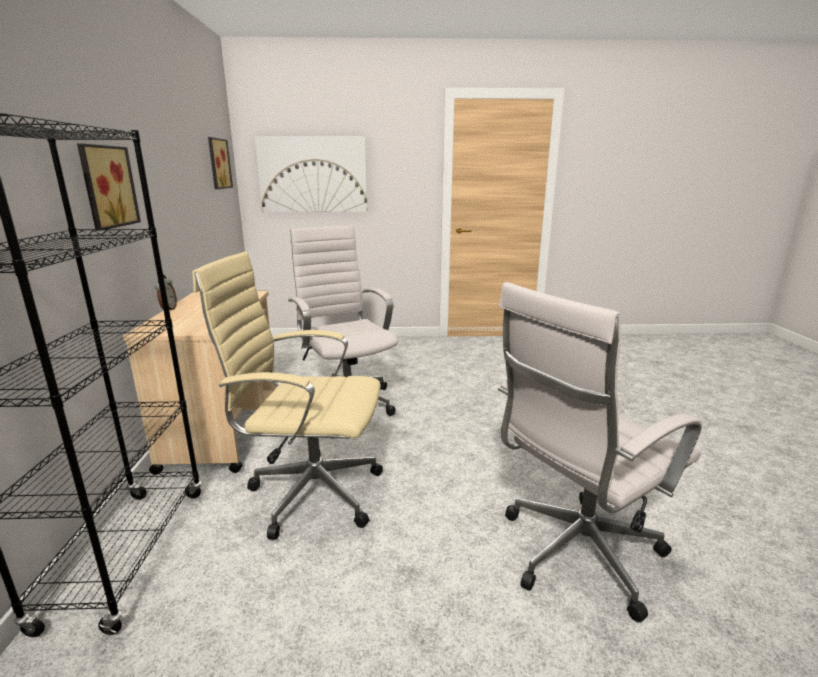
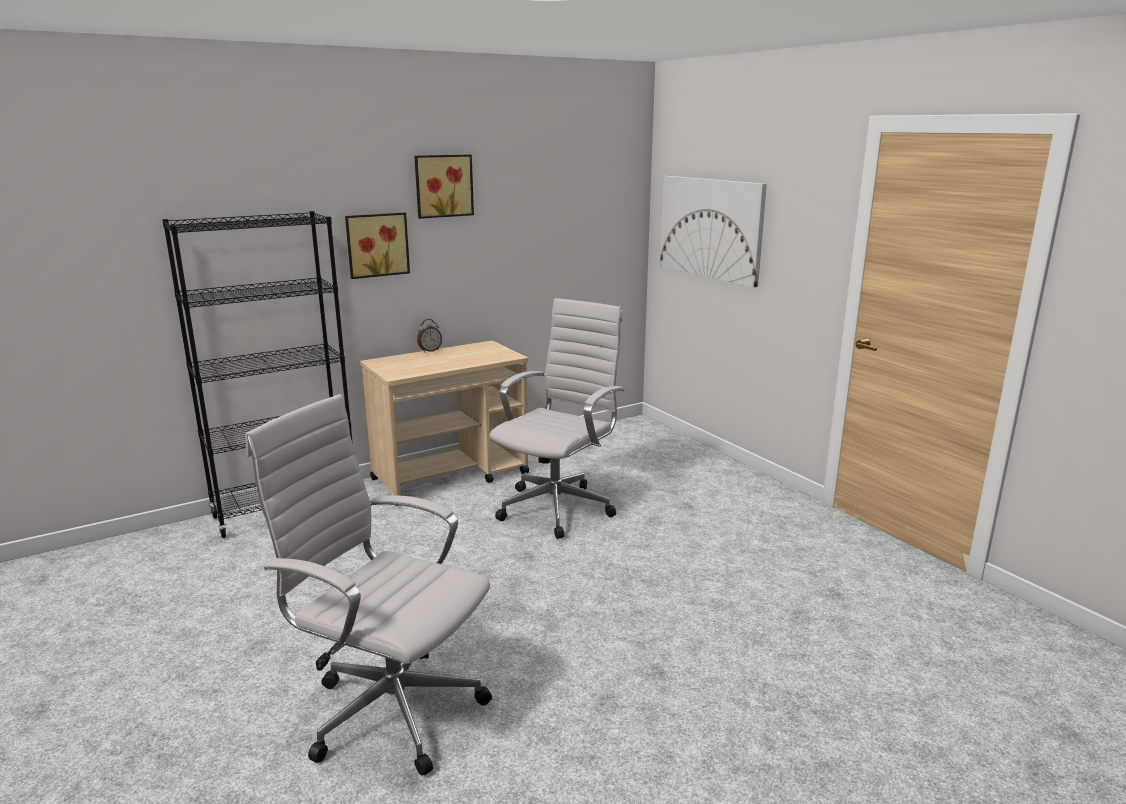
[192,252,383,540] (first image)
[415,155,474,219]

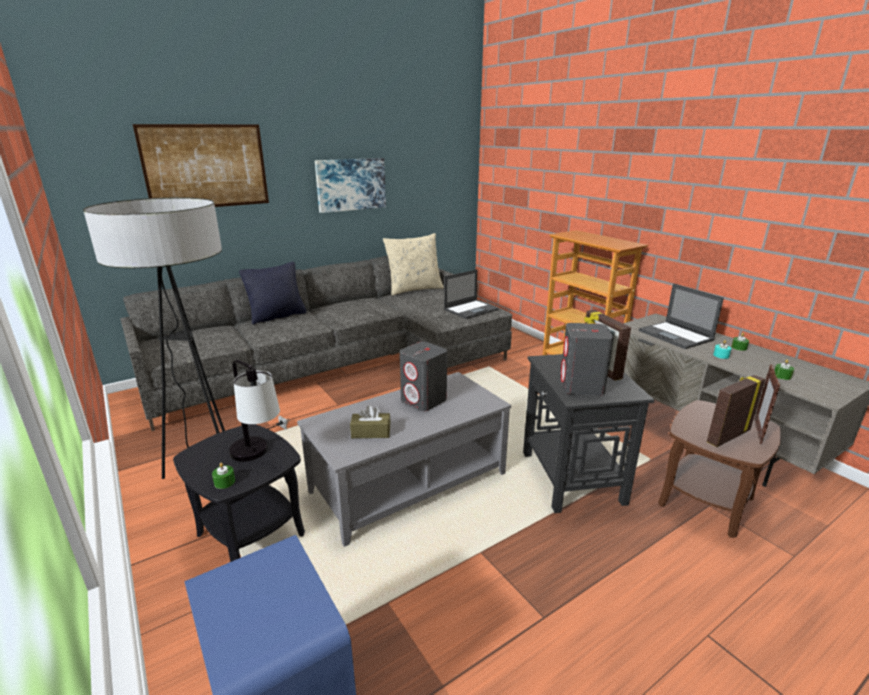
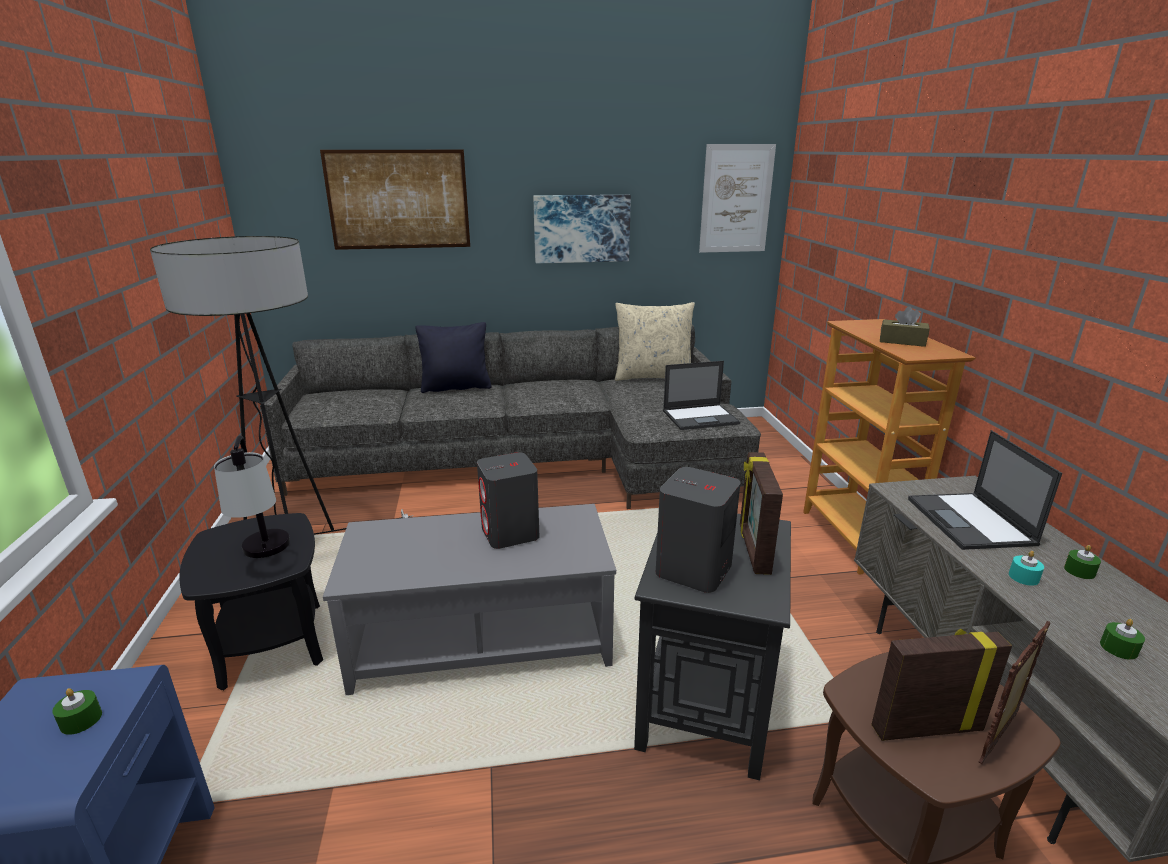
[699,144,776,253]
[52,688,102,735]
[880,306,930,347]

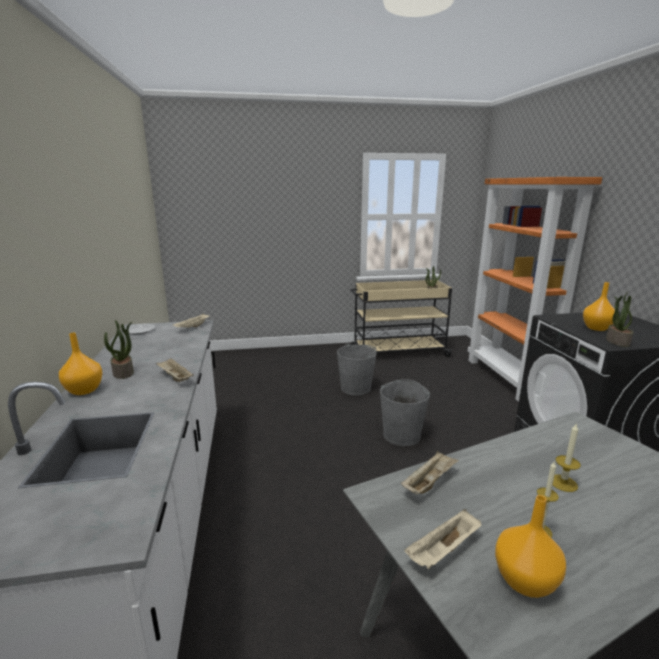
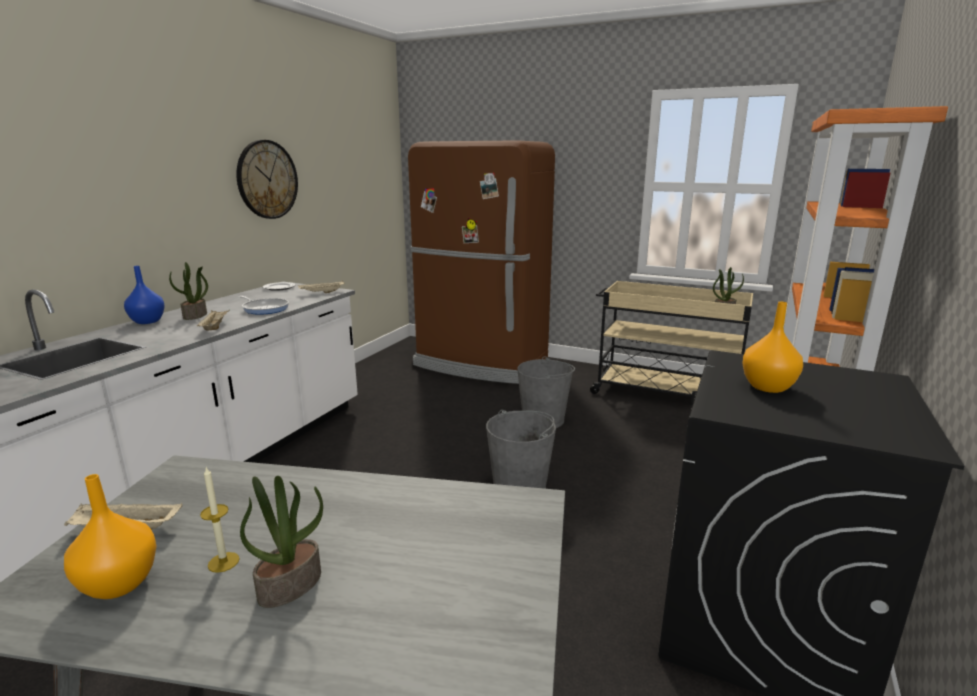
[401,451,459,495] (first image)
[553,423,581,492] (first image)
[236,140,298,219]
[239,296,289,315]
[408,140,555,384]
[240,476,323,608]
[124,266,165,324]

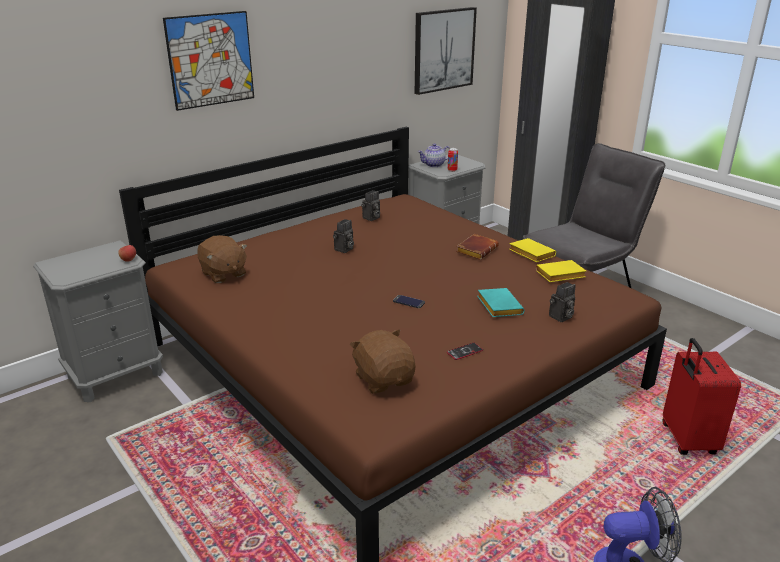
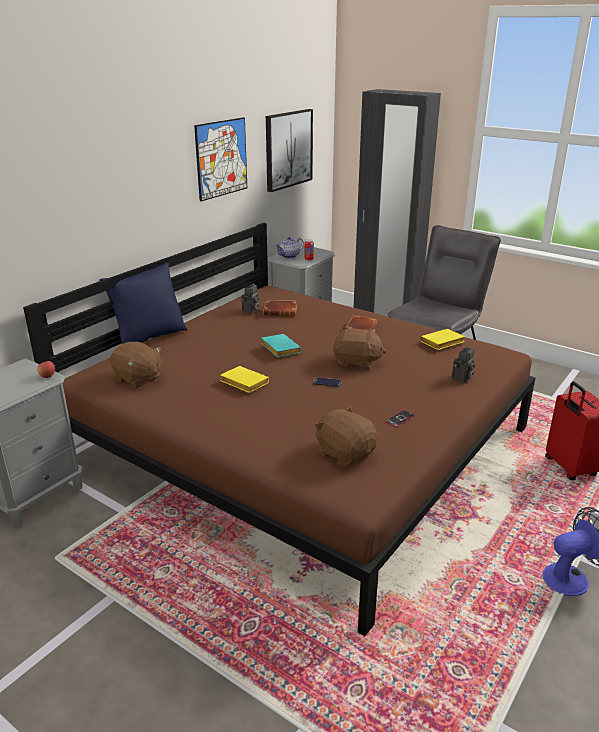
[333,219,354,253] (first image)
[100,263,188,344]
[264,300,297,316]
[333,328,386,371]
[194,117,247,201]
[261,334,302,357]
[220,366,269,393]

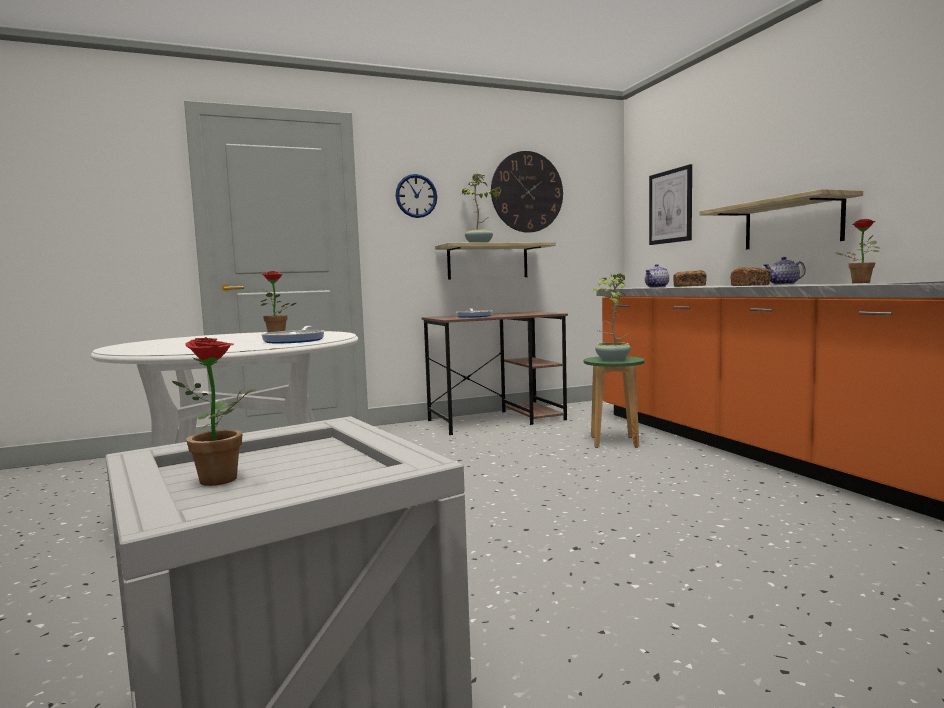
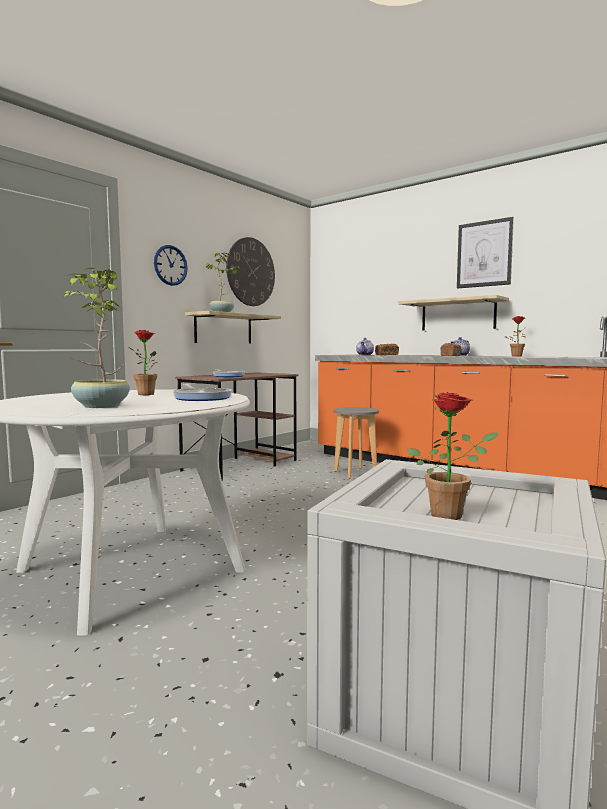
[63,268,130,408]
[457,217,514,288]
[333,407,379,478]

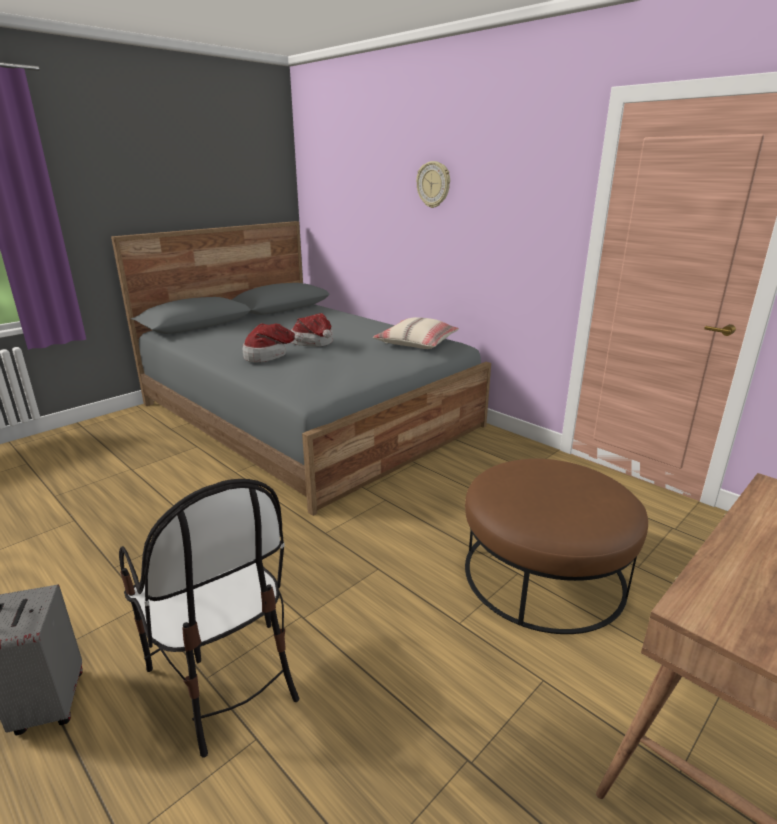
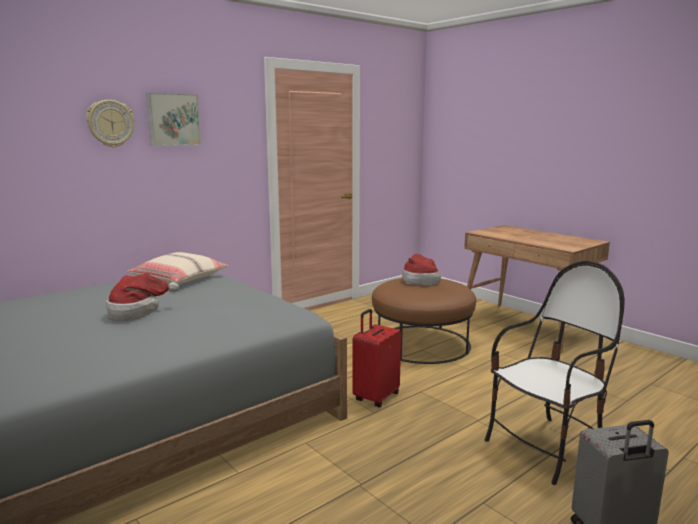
[146,93,201,146]
[352,309,401,407]
[402,254,441,286]

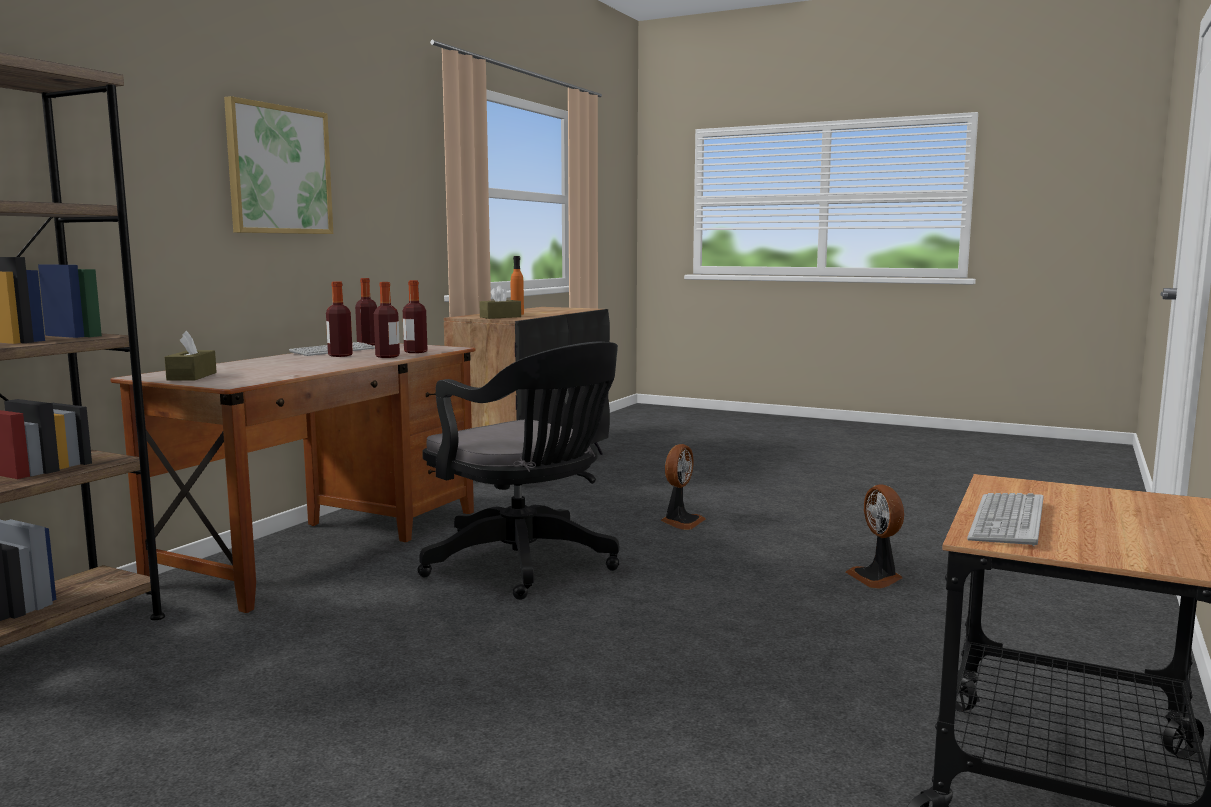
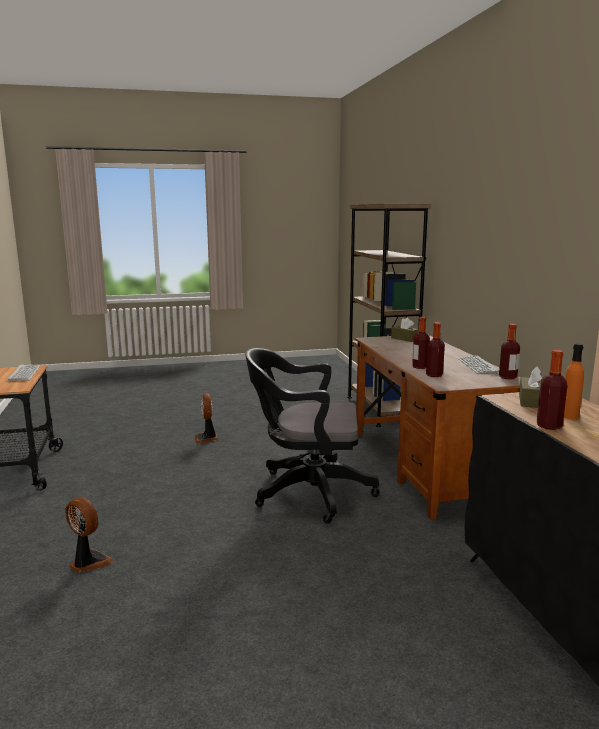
[224,96,333,234] (first image)
[537,350,568,430]
[195,393,218,444]

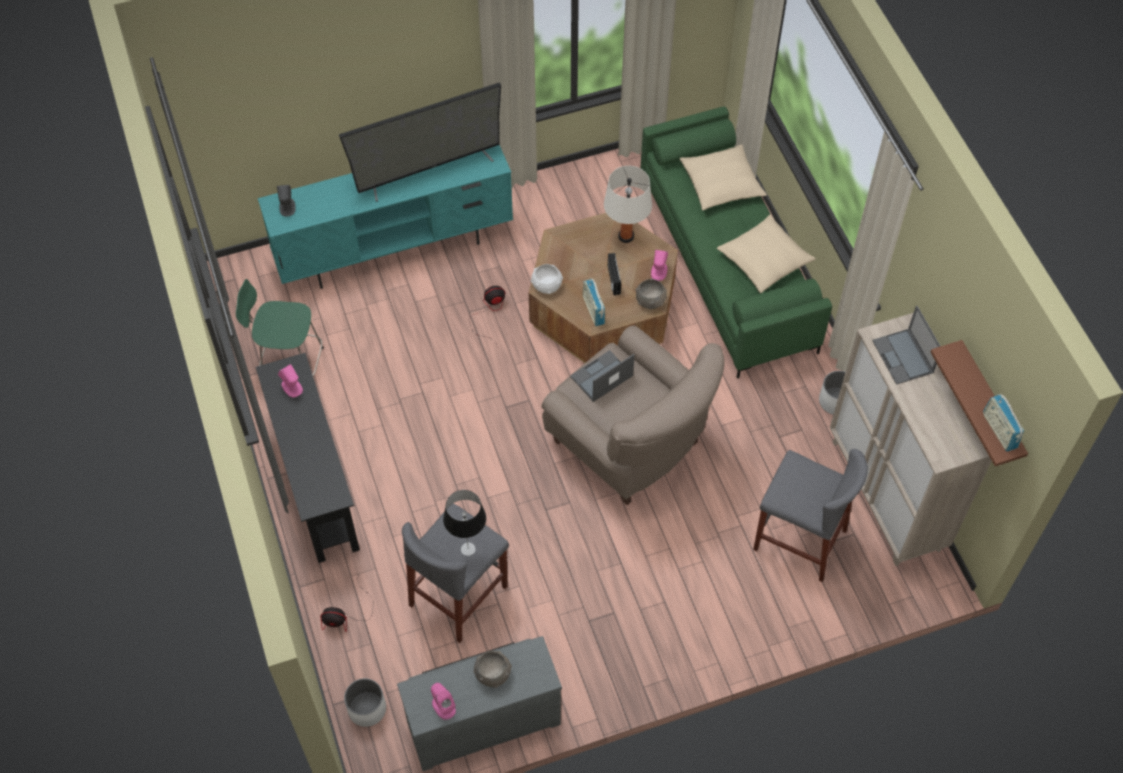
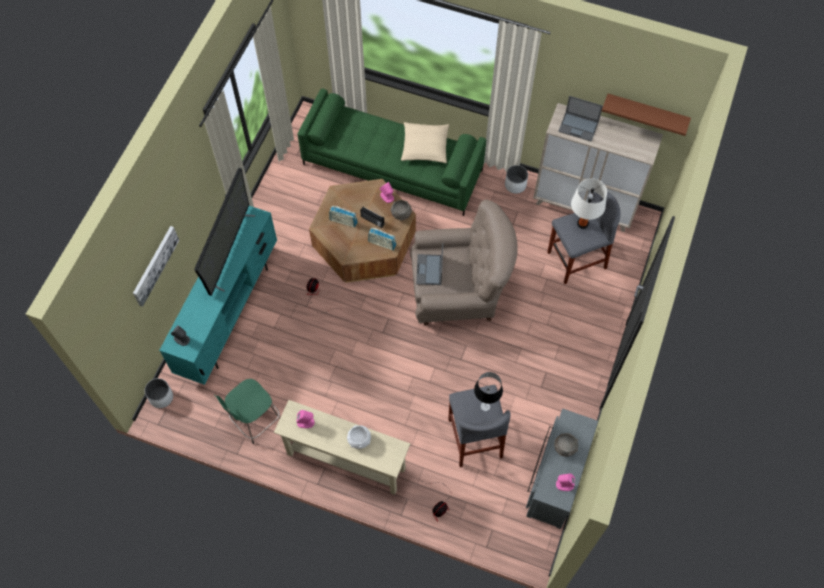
[680,144,767,210] (first image)
[133,226,179,307]
[144,378,173,408]
[347,425,371,449]
[571,178,607,229]
[329,206,358,227]
[274,400,410,495]

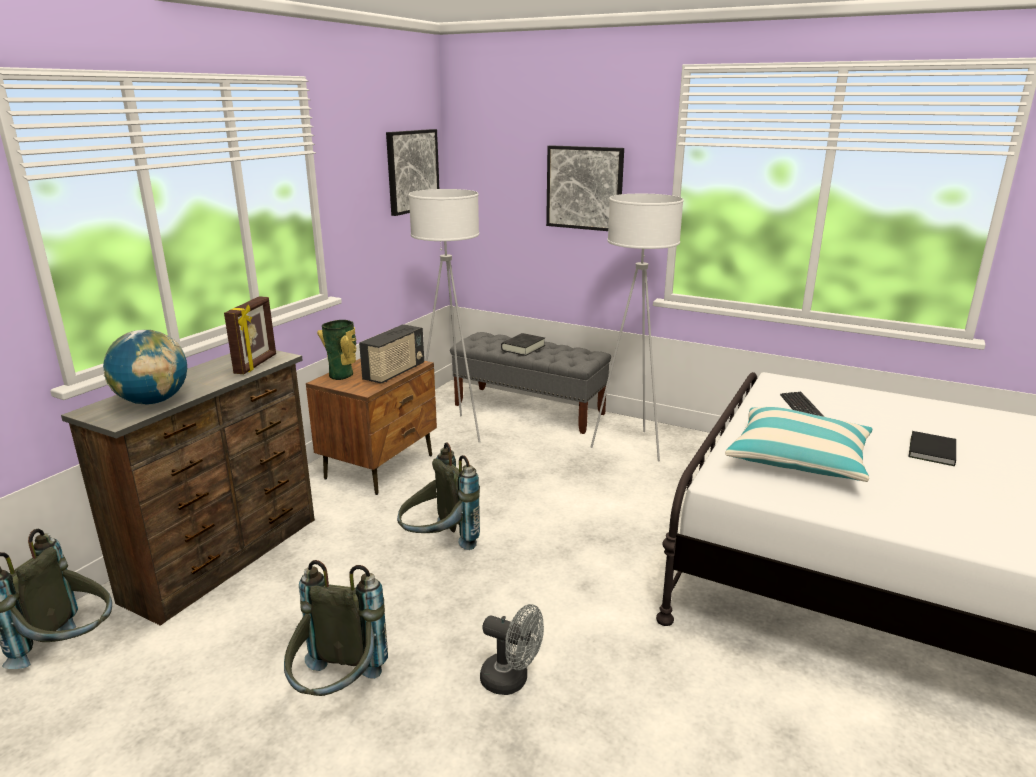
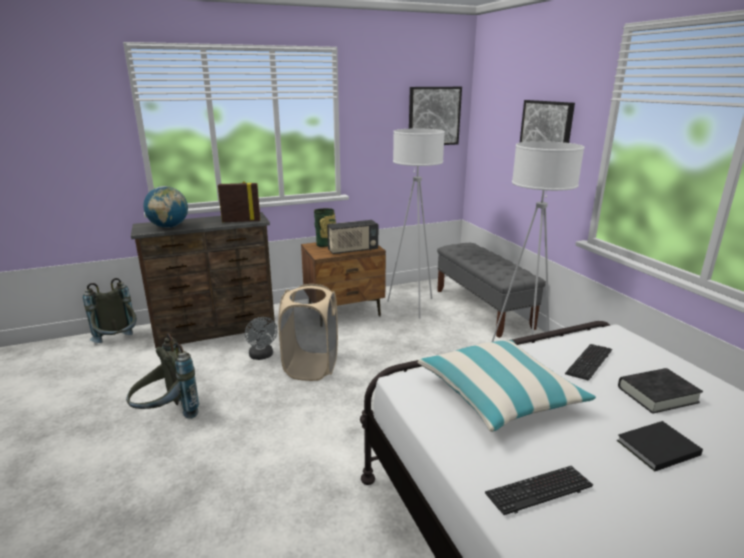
[485,466,593,515]
[245,317,278,360]
[618,368,703,414]
[278,284,338,381]
[218,181,260,222]

